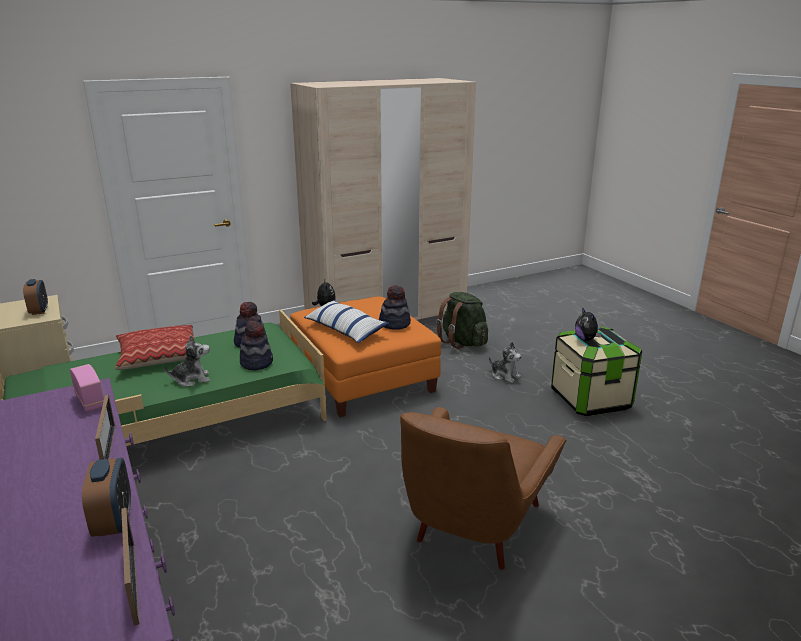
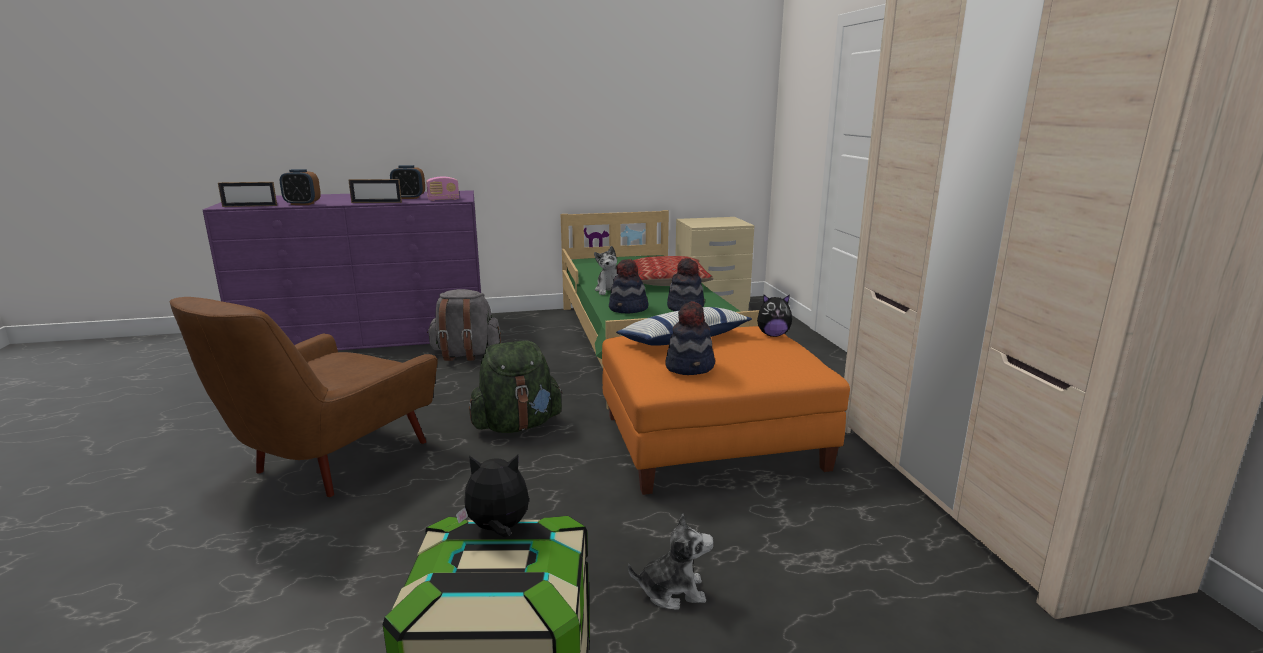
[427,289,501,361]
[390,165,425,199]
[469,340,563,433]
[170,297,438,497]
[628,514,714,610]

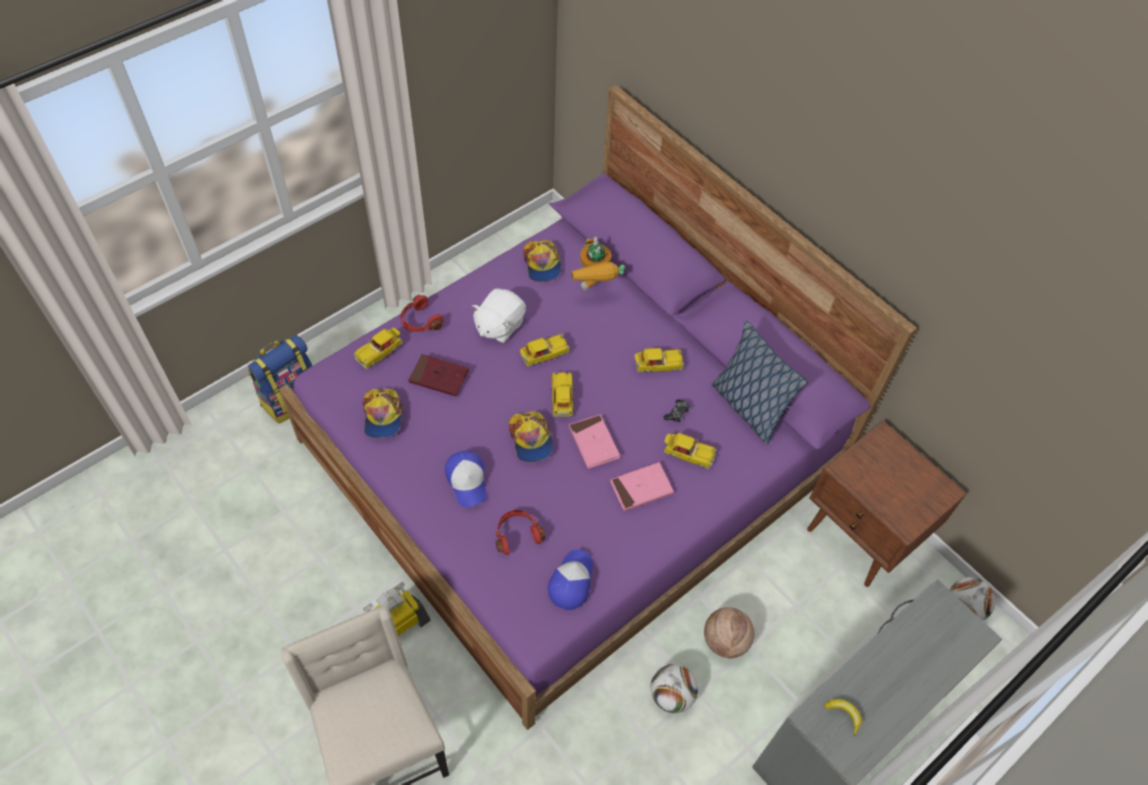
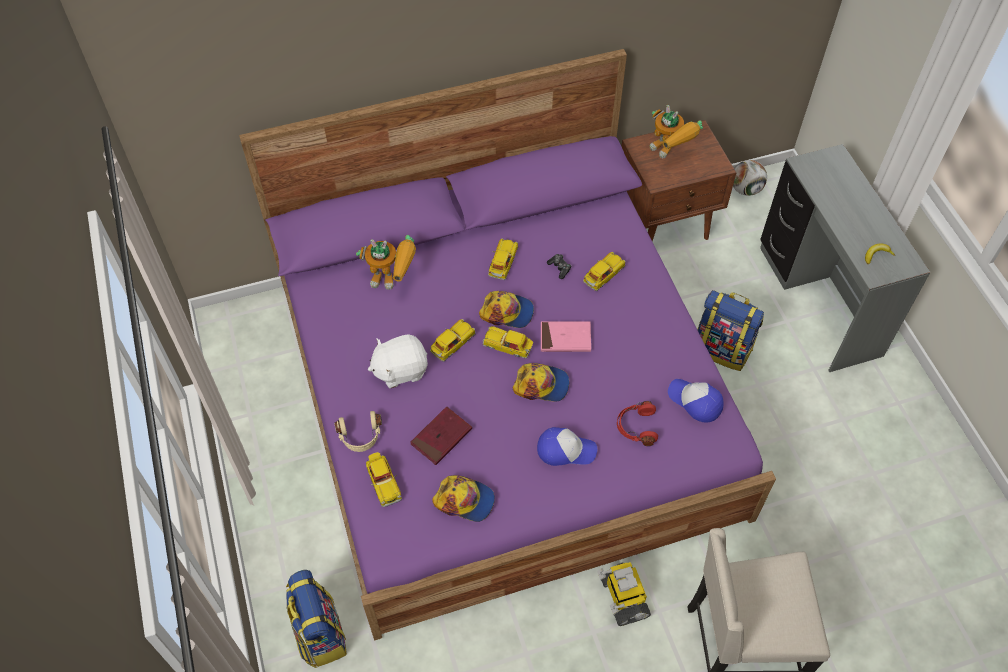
[610,462,674,511] (first image)
[651,664,698,713] (first image)
[711,321,808,444] (first image)
[650,105,703,158]
[479,291,534,328]
[697,290,764,371]
[334,411,382,452]
[368,334,428,388]
[430,319,475,362]

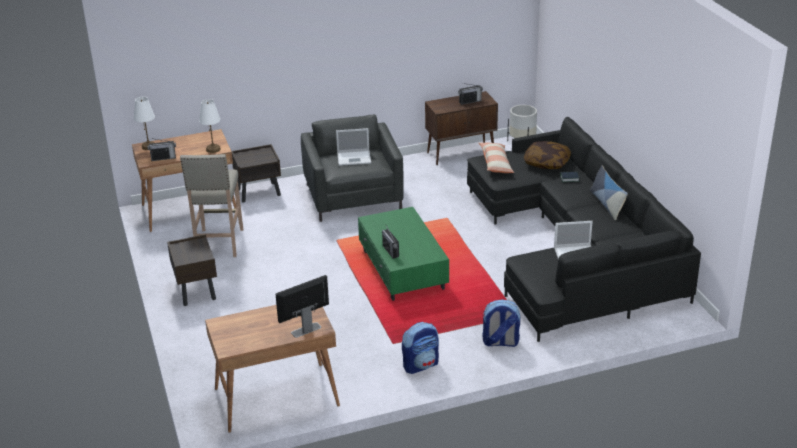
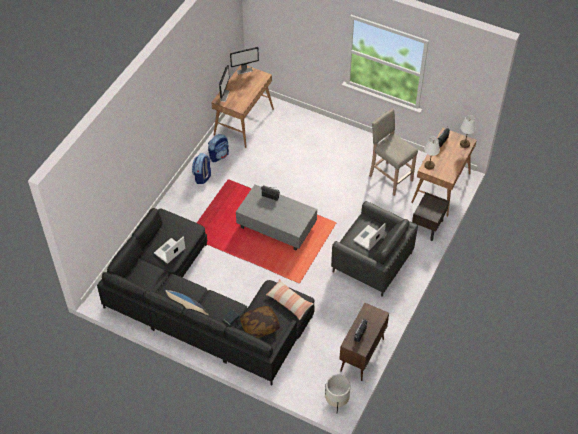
[167,234,217,306] (first image)
[230,47,259,74]
[208,134,229,162]
[236,185,317,251]

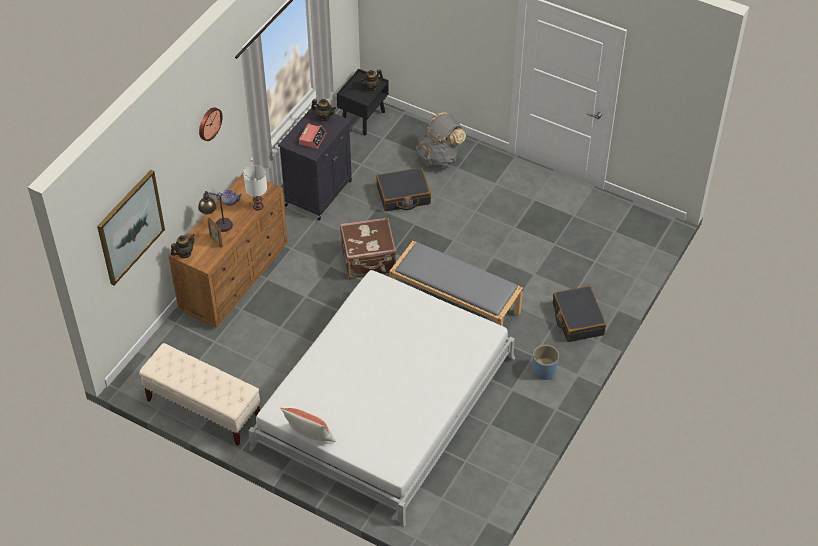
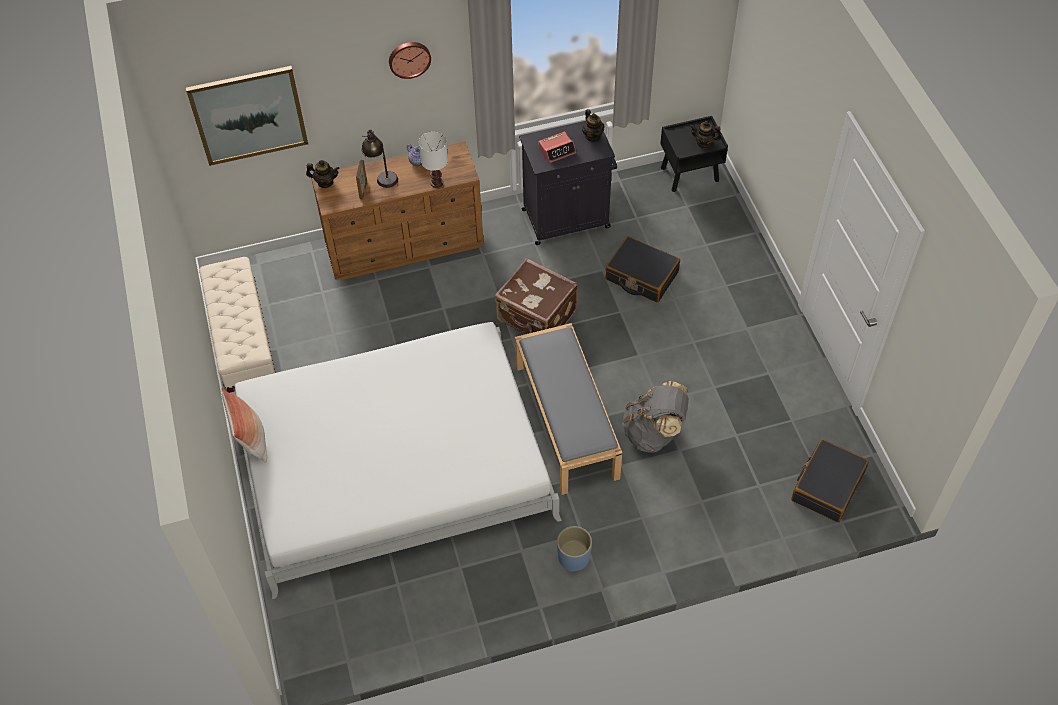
[622,381,689,453]
[791,439,869,522]

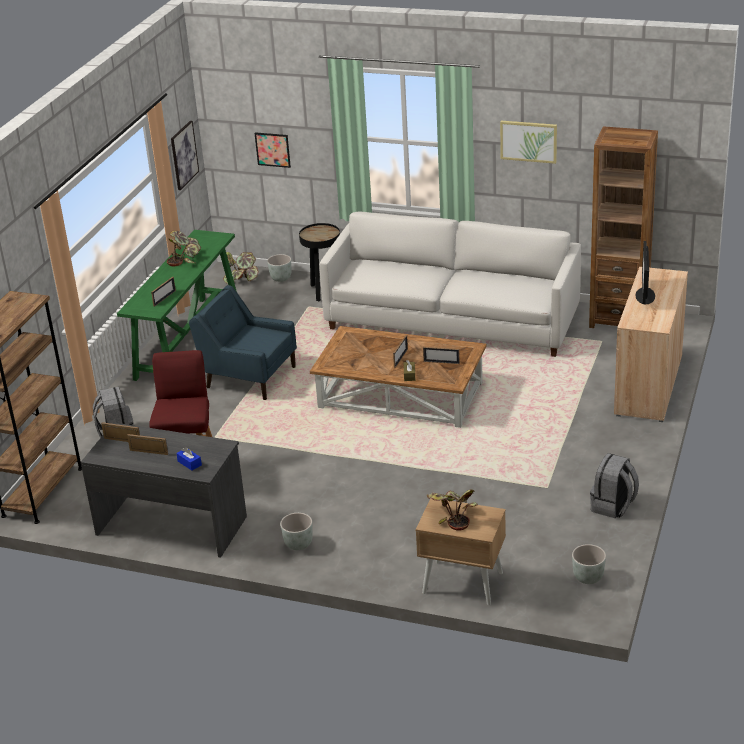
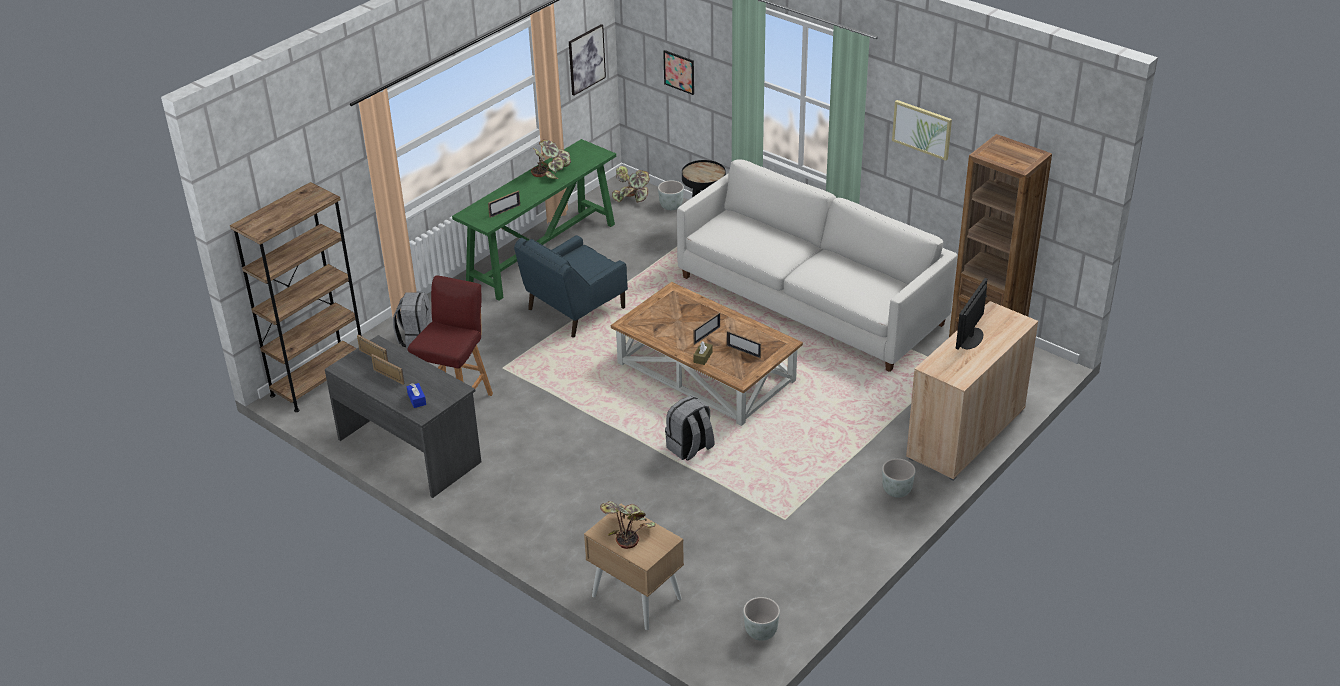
[882,459,916,498]
[665,396,714,461]
[514,235,628,338]

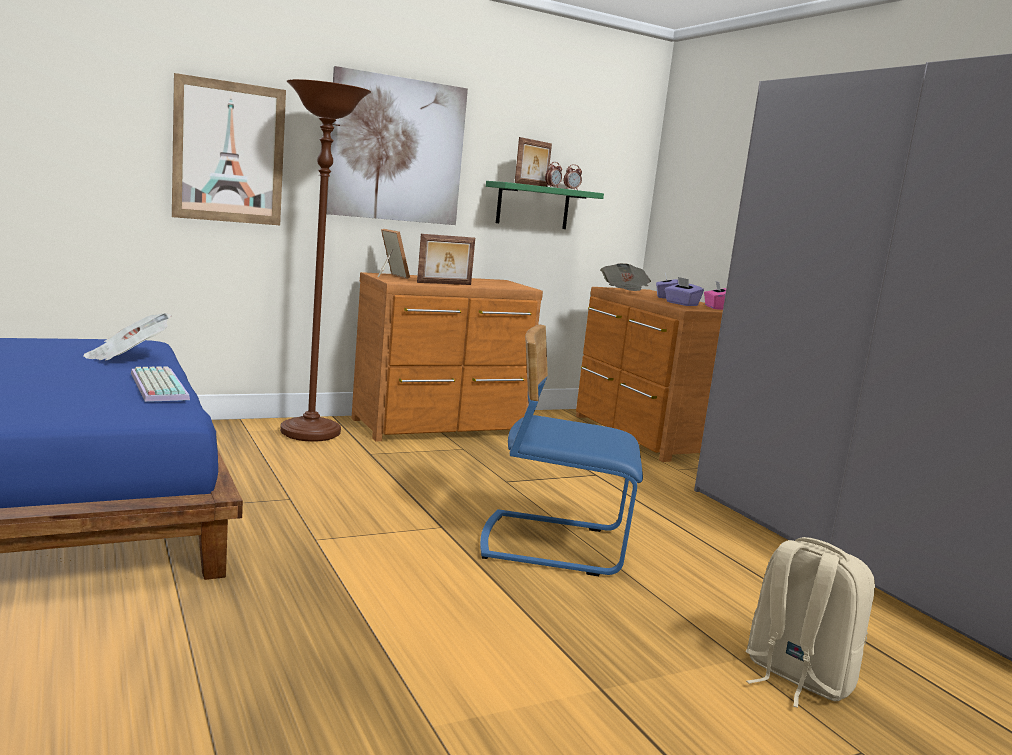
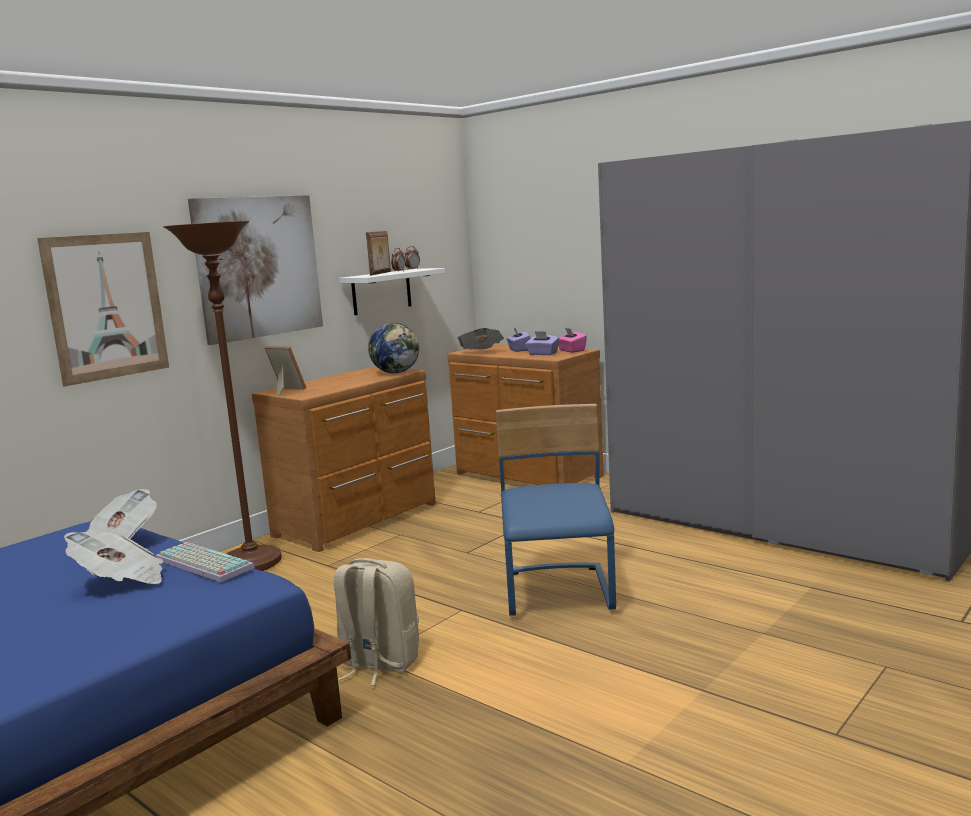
[417,234,475,285] (first image)
[64,531,163,584]
[368,323,419,373]
[334,558,419,686]
[339,268,445,315]
[496,404,616,616]

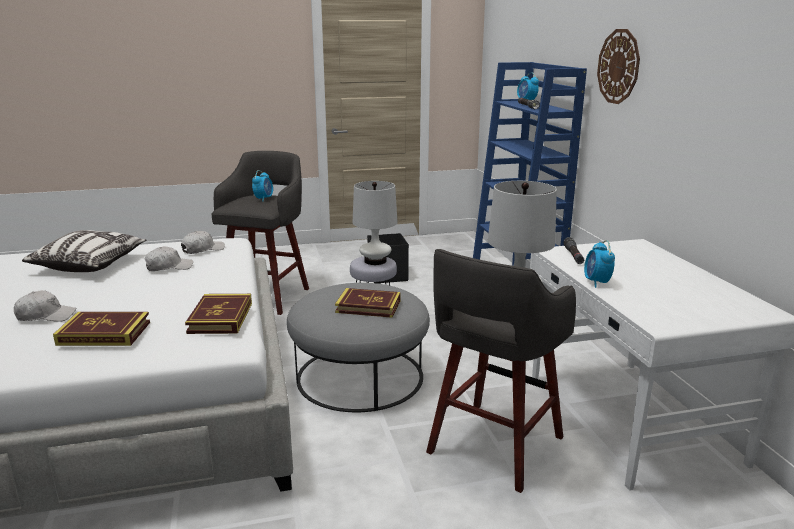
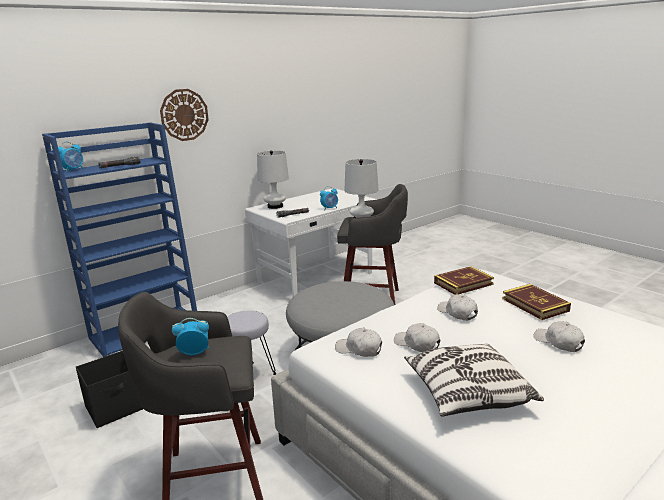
[335,288,400,318] (first image)
[437,294,478,321]
[257,151,289,209]

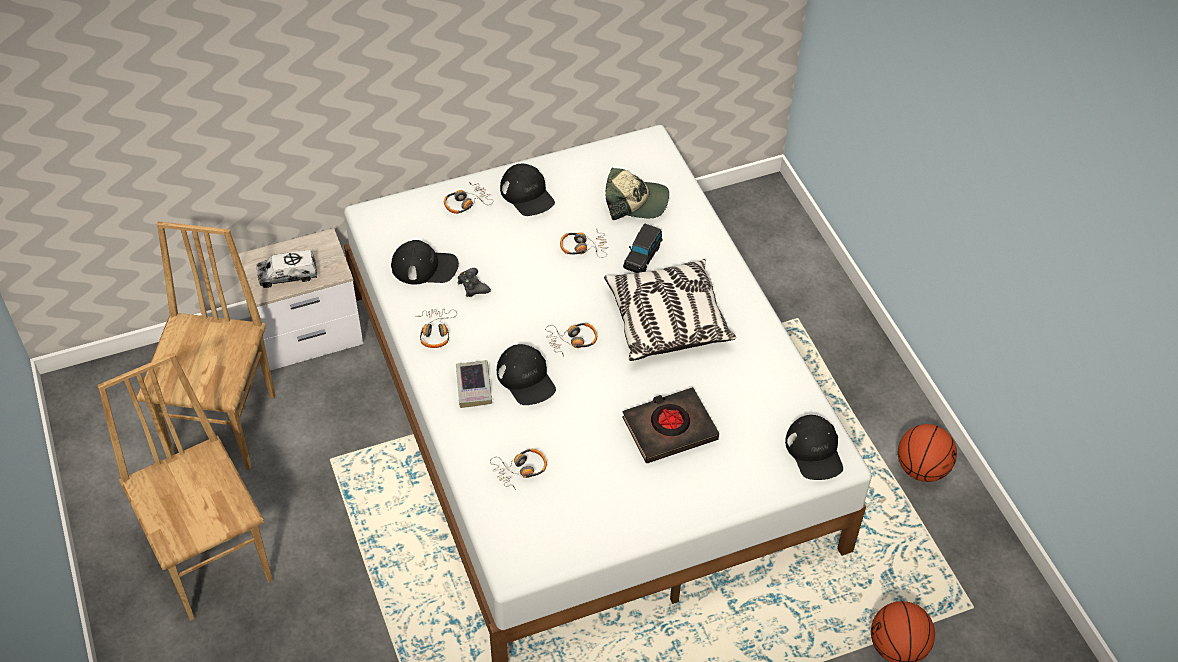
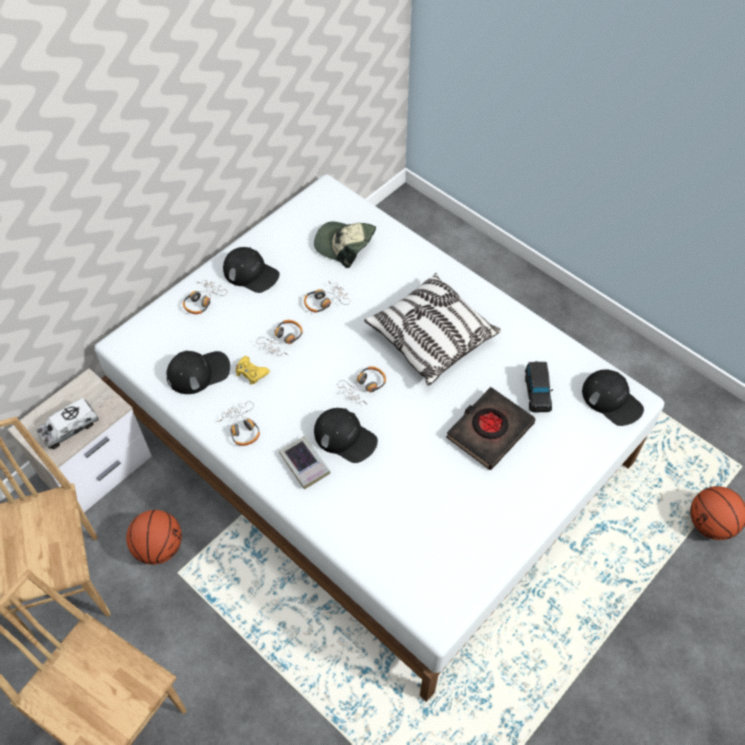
[256,320,303,356]
[525,361,553,412]
[126,510,182,565]
[235,356,270,385]
[314,222,376,268]

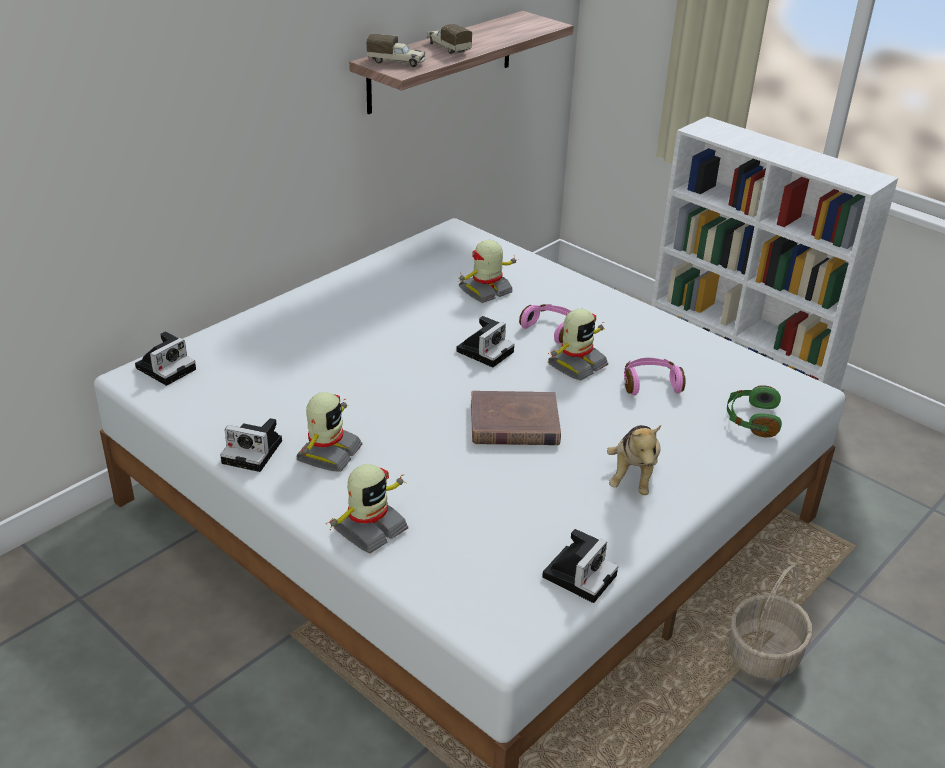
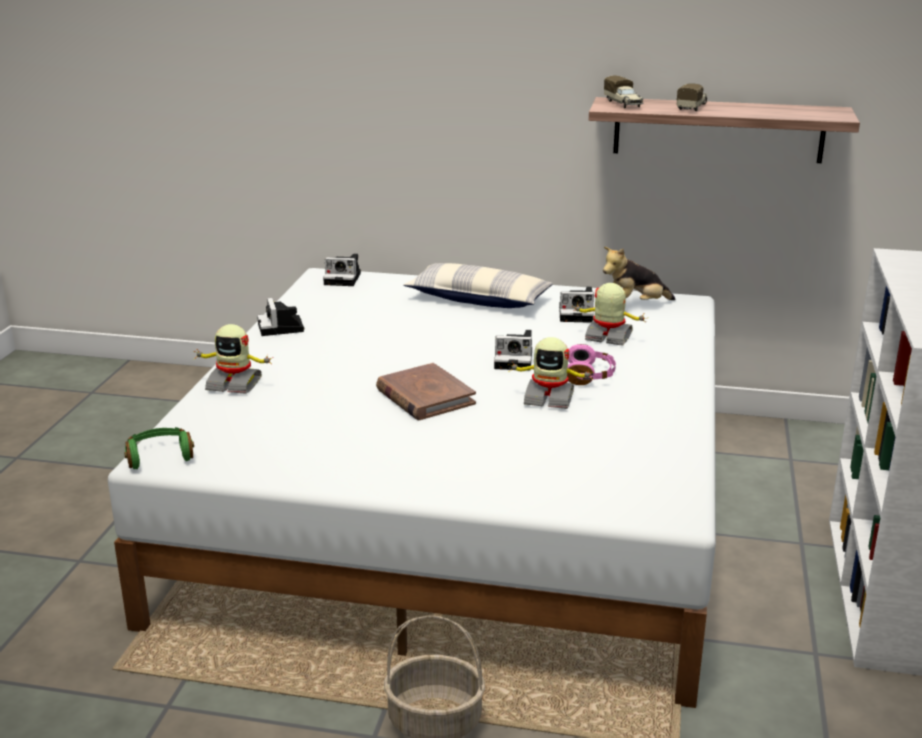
[296,392,363,472] (first image)
[624,358,686,395] (first image)
[403,263,553,308]
[559,286,594,323]
[603,247,676,300]
[124,427,194,469]

